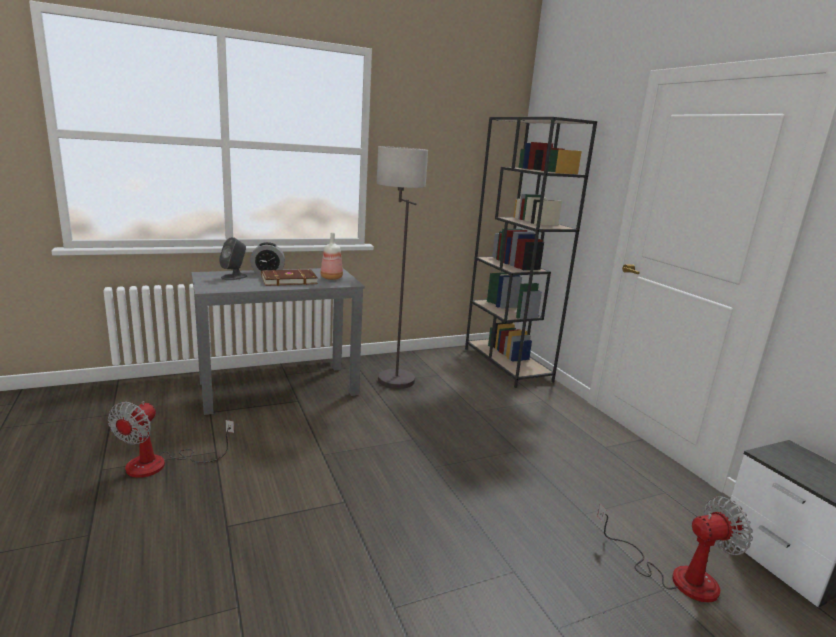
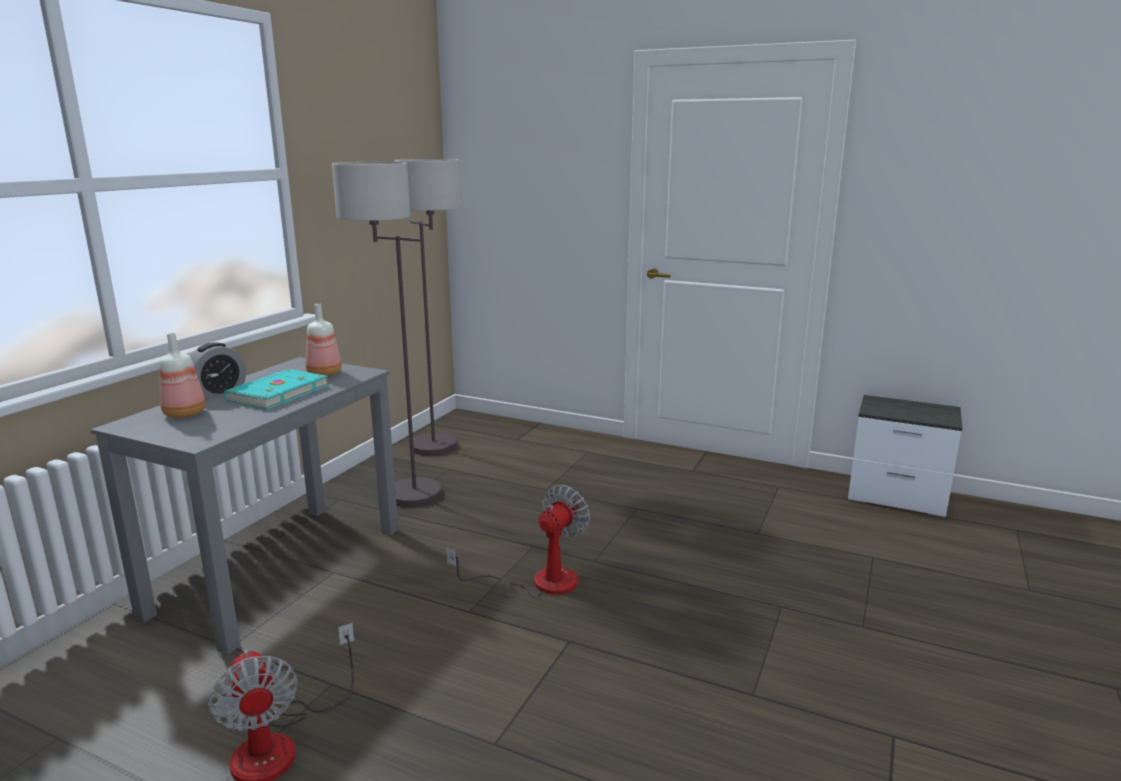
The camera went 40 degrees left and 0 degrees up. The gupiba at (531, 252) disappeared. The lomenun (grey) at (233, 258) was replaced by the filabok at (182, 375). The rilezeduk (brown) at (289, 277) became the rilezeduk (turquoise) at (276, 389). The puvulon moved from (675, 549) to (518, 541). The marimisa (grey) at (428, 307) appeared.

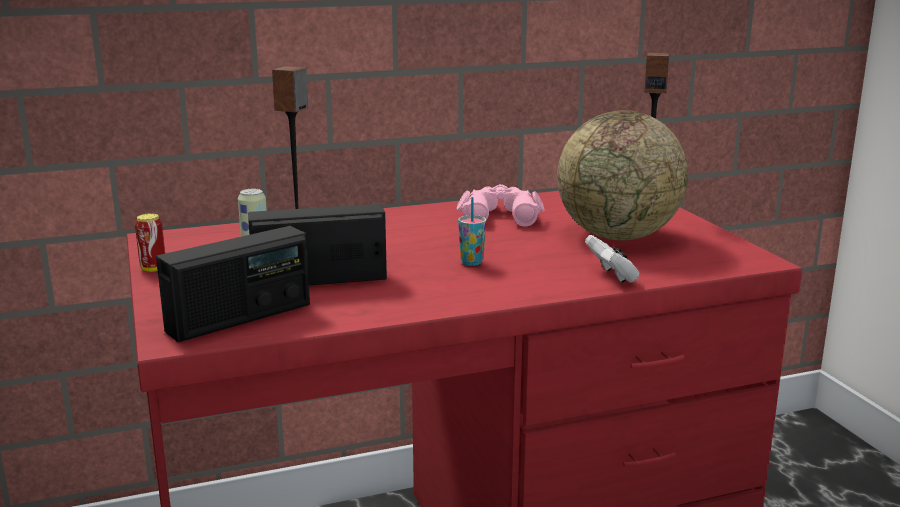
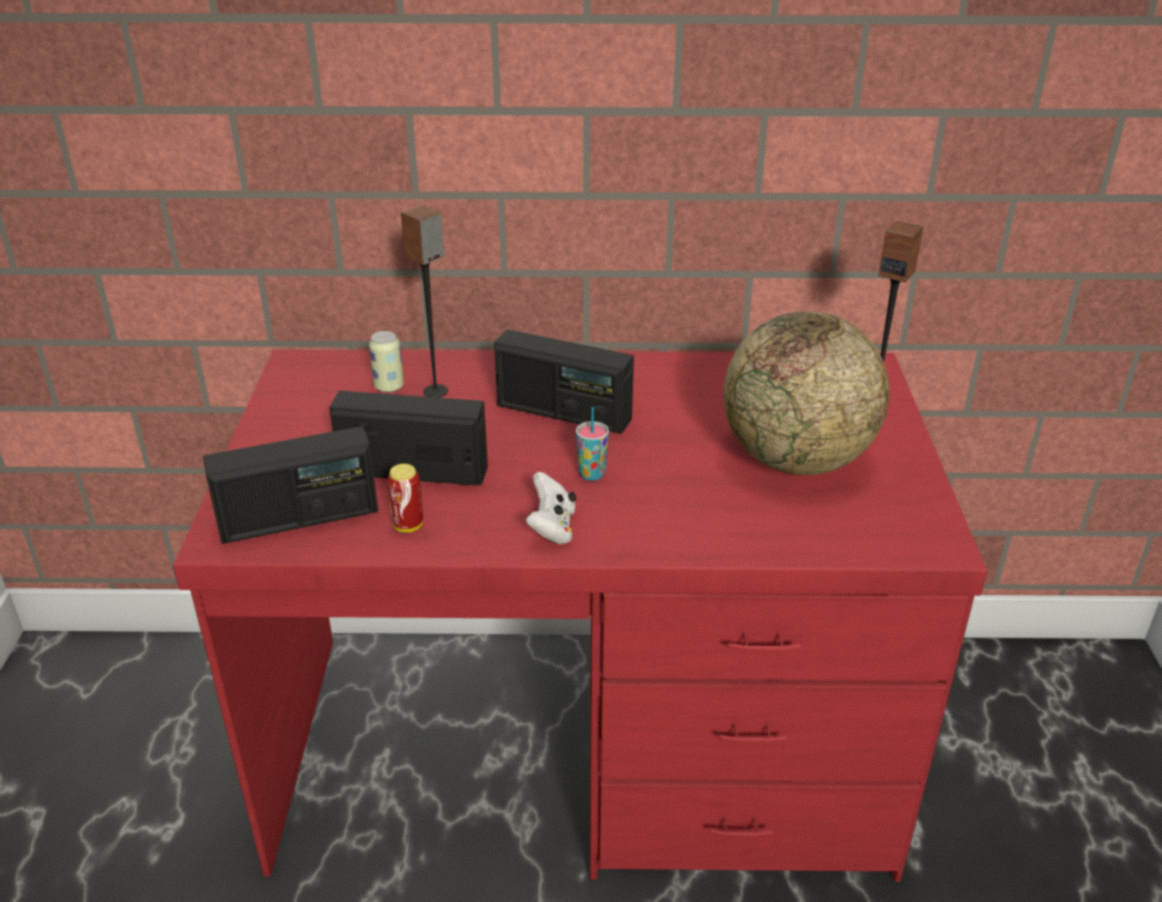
The camera went 20 degrees right and 15 degrees up. The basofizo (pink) at (500, 205) disappeared. The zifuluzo moved from (150, 242) to (405, 498). The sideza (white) moved from (612, 259) to (551, 508). The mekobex at (564, 381) appeared.

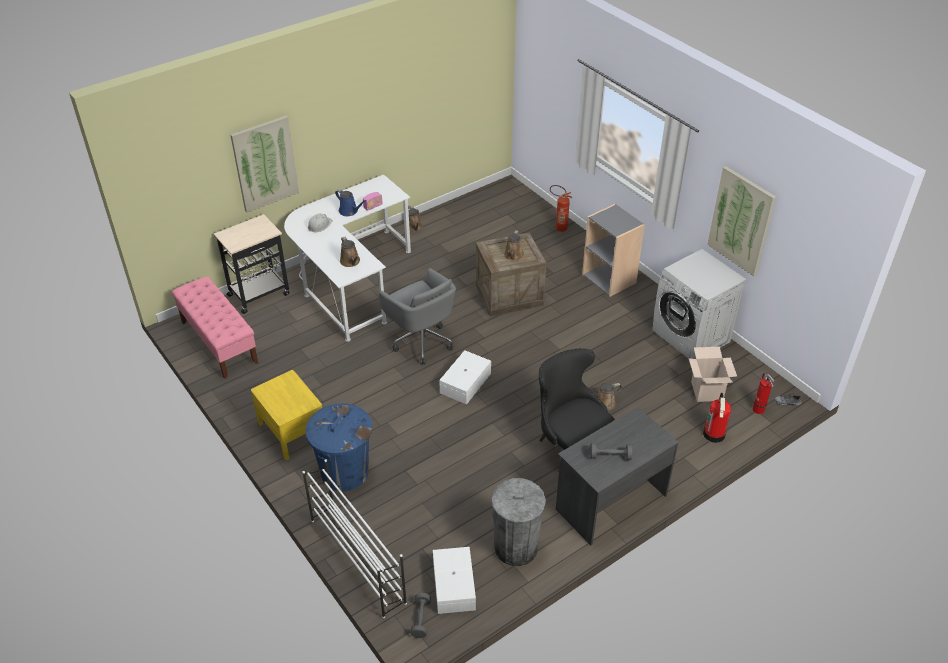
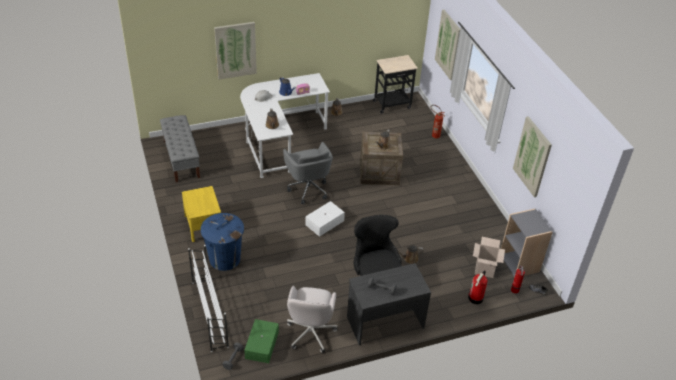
The camera went 15 degrees right and 0 degrees up. The gupiba (grey) moved from (613, 250) to (527, 242). The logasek moved from (251, 264) to (395, 84). The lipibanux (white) at (699, 304) disappeared. The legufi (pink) at (215, 327) became the legufi (grey) at (180, 148). The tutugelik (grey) at (518, 522) was replaced by the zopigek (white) at (312, 319). The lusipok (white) at (454, 580) became the lusipok (green) at (261, 341). The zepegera at (447, 45) appeared.

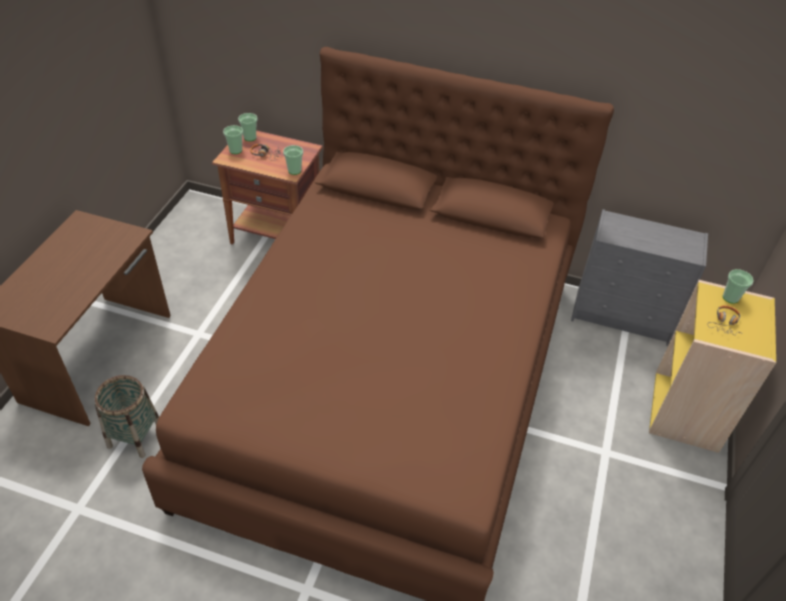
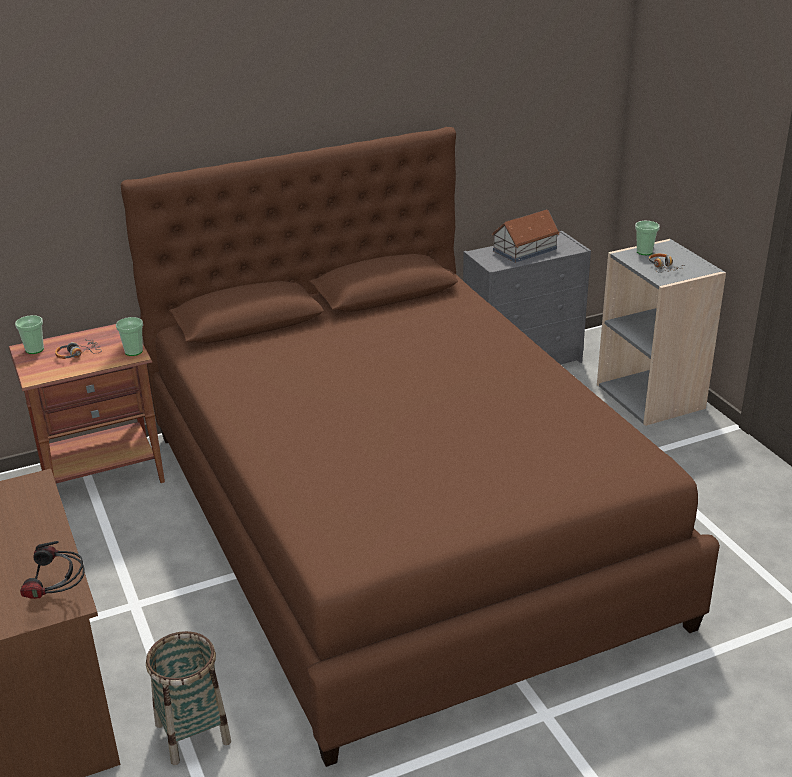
The camera went 40 degrees left and 15 degrees down. The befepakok at (233, 139) disappeared. The gupiba (yellow) at (712, 366) became the gupiba (grey) at (661, 332). The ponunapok at (525, 236) appeared. The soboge at (52, 570) appeared.

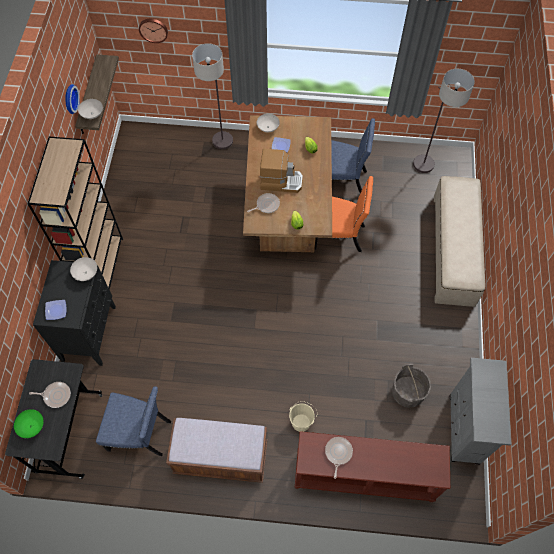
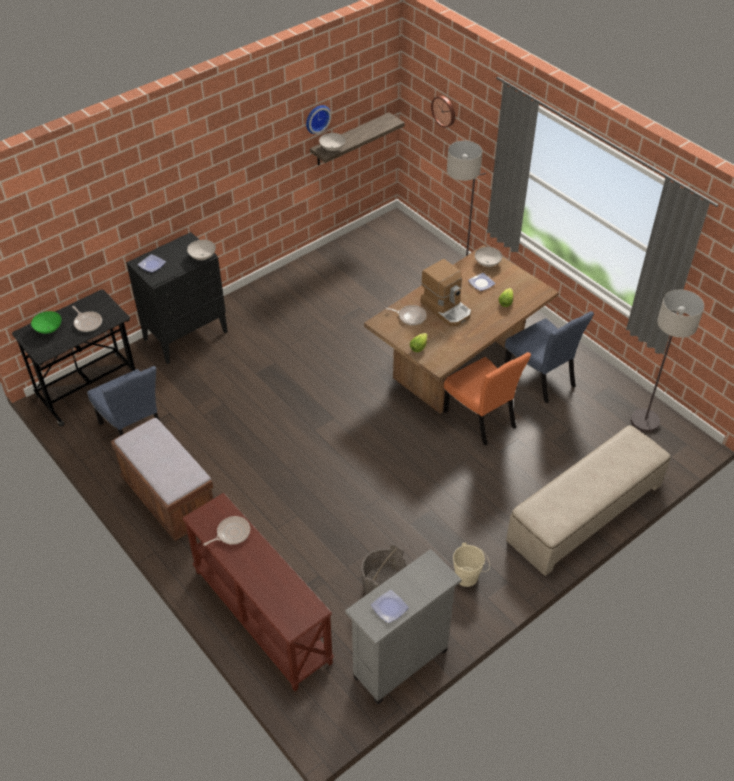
The camera went 45 degrees right and 15 degrees down. The gupiba (beige) at (75, 213) disappeared. The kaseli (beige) moved from (303, 416) to (471, 564). The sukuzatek at (390, 606) appeared.

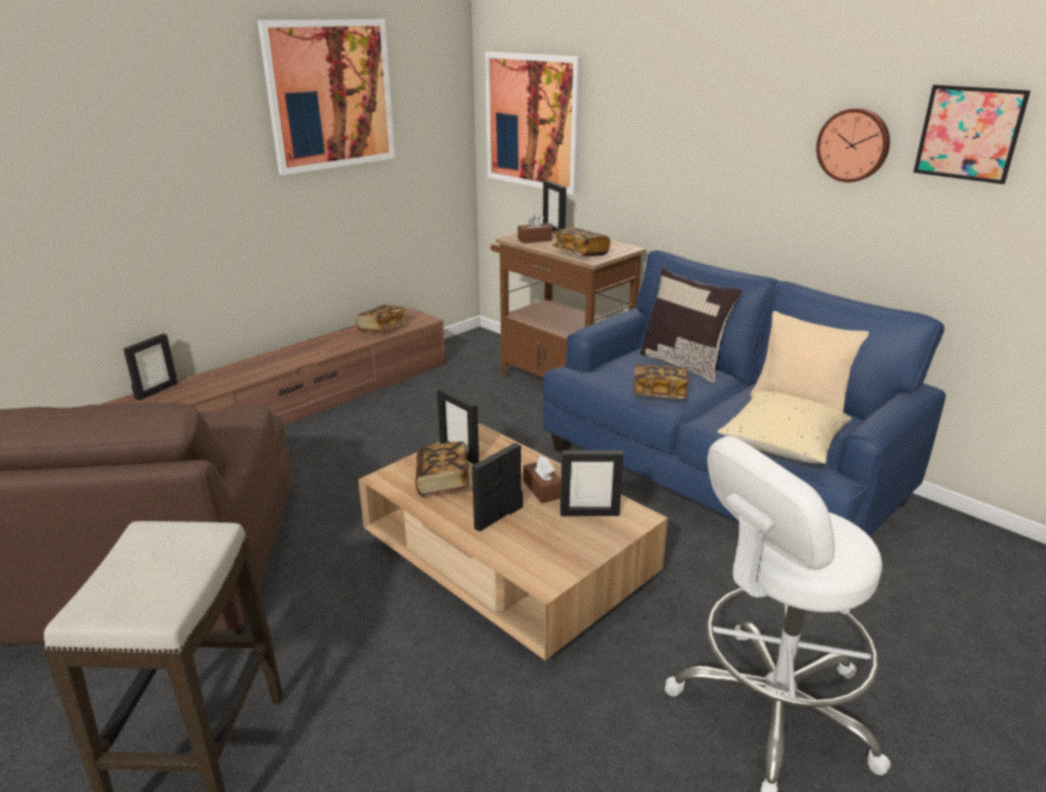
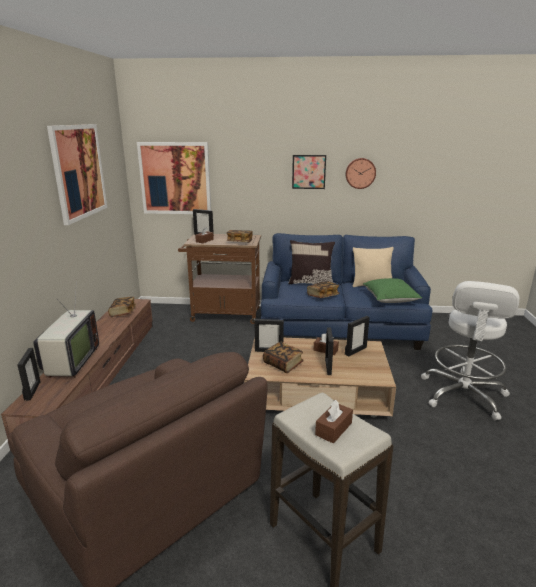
The camera went 40 degrees left and 5 degrees down. The zepegera moved from (972, 134) to (309, 172). The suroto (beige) at (784, 427) became the suroto (green) at (392, 290). The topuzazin at (66, 329) appeared. The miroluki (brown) at (334, 421) appeared.

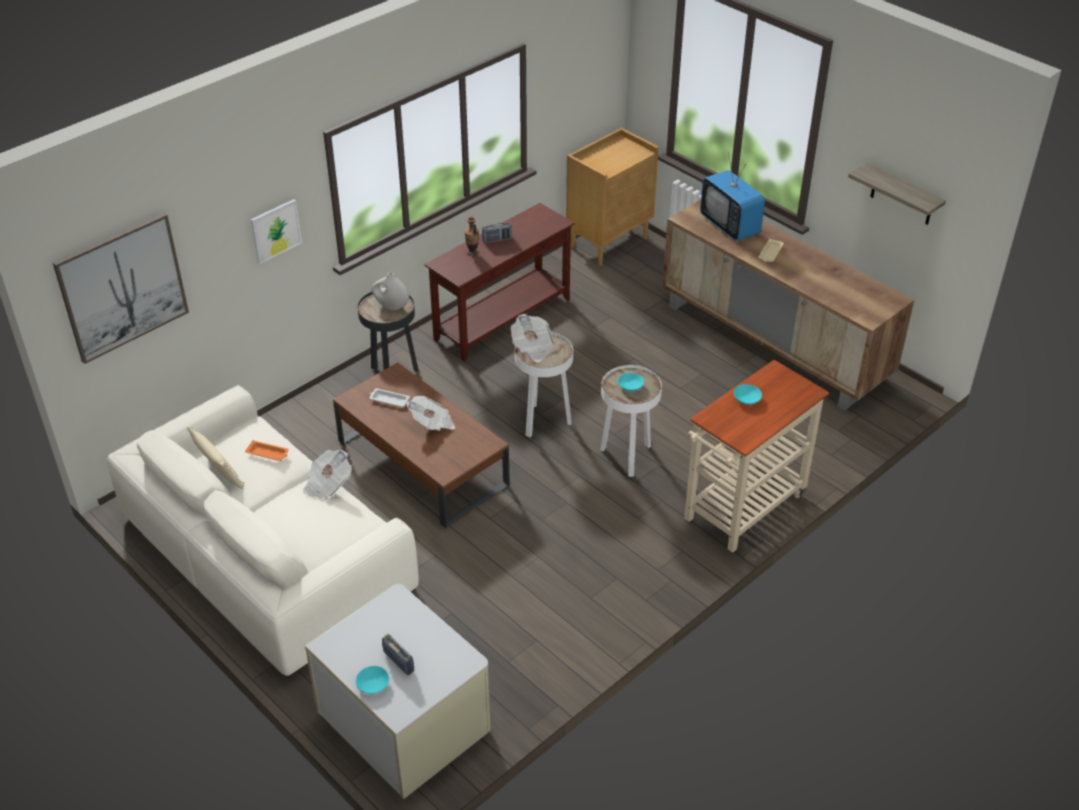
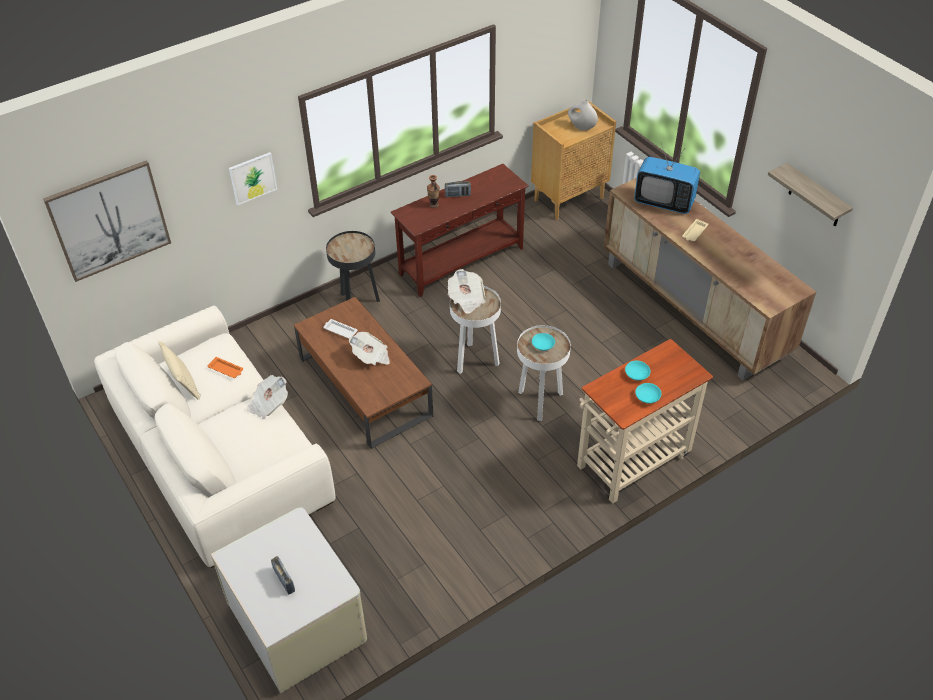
The camera went 10 degrees right and 5 degrees up. The topuzazin at (732, 196) turned 45 degrees counterclockwise. The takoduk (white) moved from (390, 291) to (583, 115). The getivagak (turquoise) moved from (372, 680) to (648, 393).

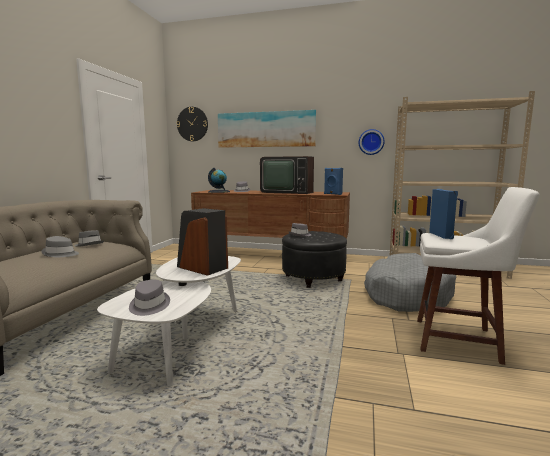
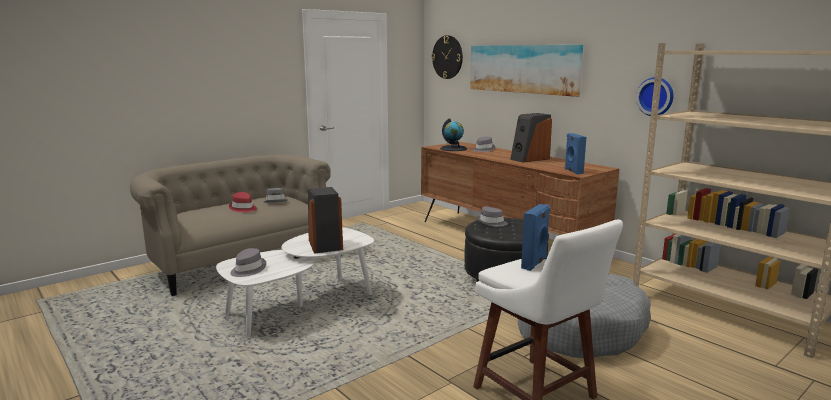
The camera went 35 degrees right and 5 degrees up. The topuzazin at (287, 175) was replaced by the lomenun at (531, 138). The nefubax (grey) at (60, 246) became the nefubax (red) at (243, 202).

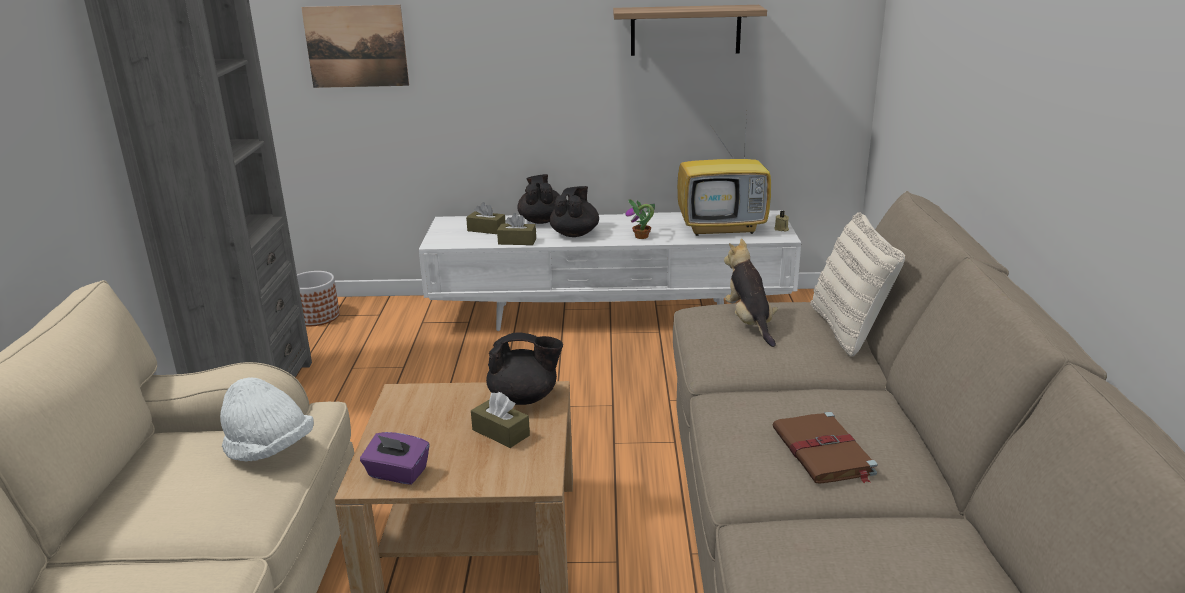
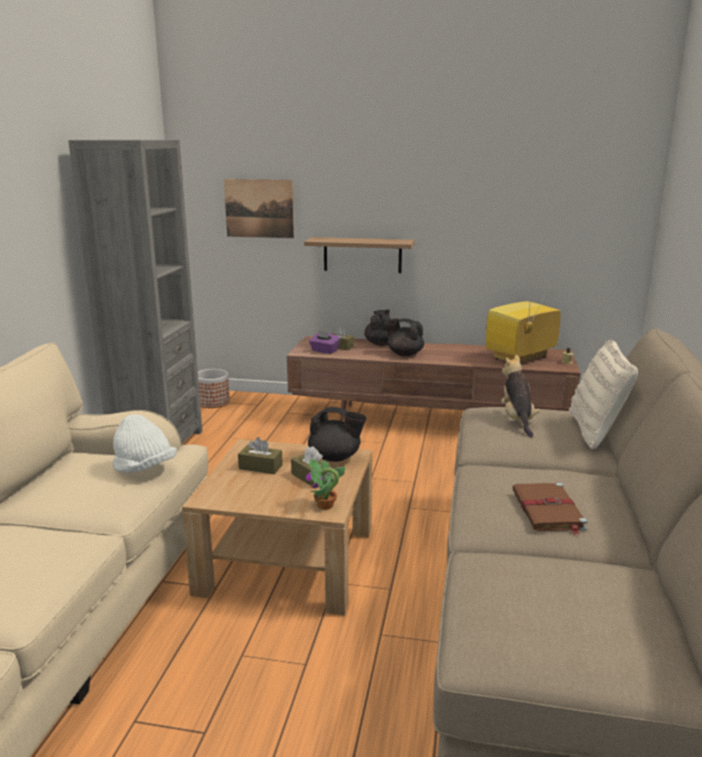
The camera went 10 degrees right and 5 degrees down. The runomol moved from (690, 30) to (359, 255). The topuzazin at (724, 176) turned 135 degrees clockwise. The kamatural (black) at (574, 211) turned 90 degrees counterclockwise. The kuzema moved from (640, 219) to (325, 484). The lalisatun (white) at (610, 270) became the lalisatun (brown) at (433, 379). The miroluki (brown) moved from (516, 229) to (260, 455). The miroluki (purple) moved from (394, 458) to (324, 342).

